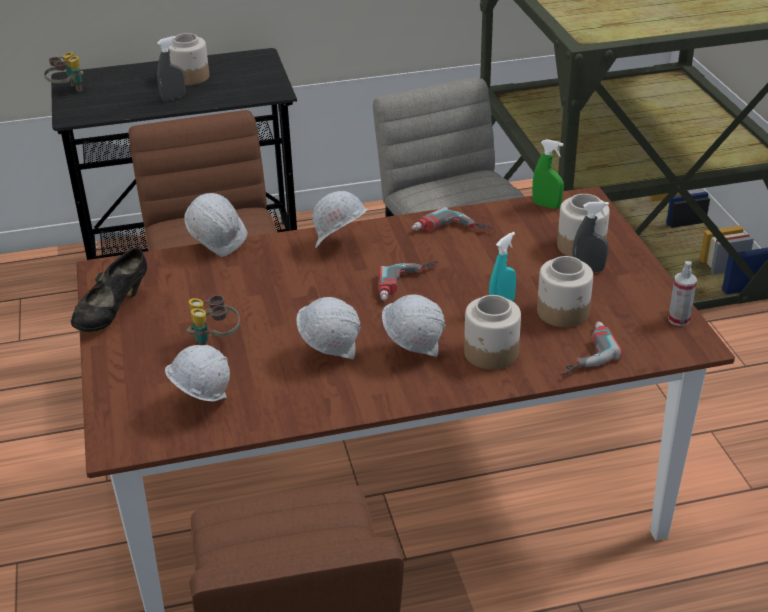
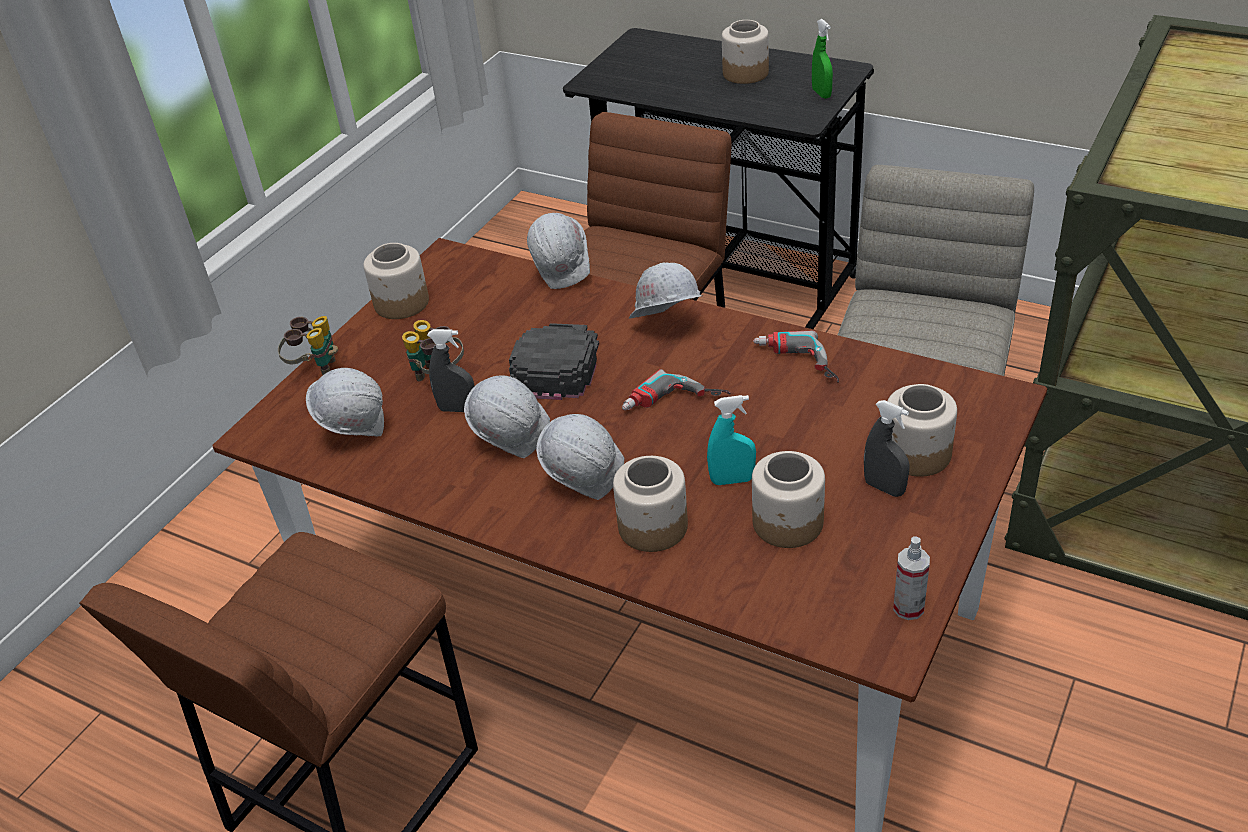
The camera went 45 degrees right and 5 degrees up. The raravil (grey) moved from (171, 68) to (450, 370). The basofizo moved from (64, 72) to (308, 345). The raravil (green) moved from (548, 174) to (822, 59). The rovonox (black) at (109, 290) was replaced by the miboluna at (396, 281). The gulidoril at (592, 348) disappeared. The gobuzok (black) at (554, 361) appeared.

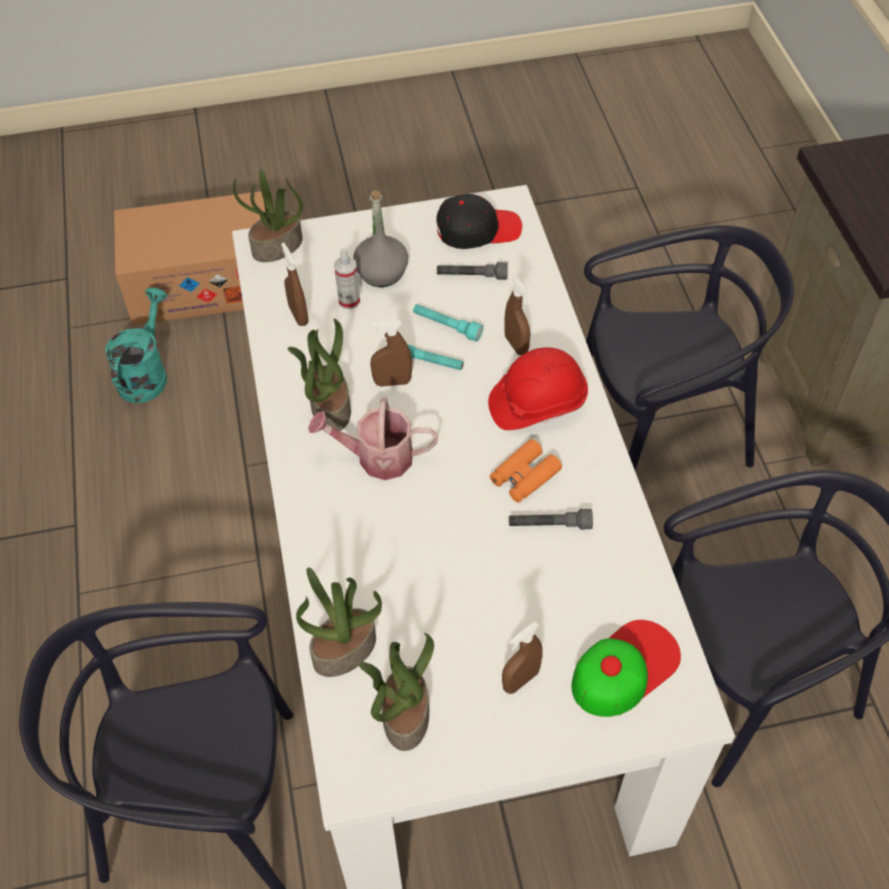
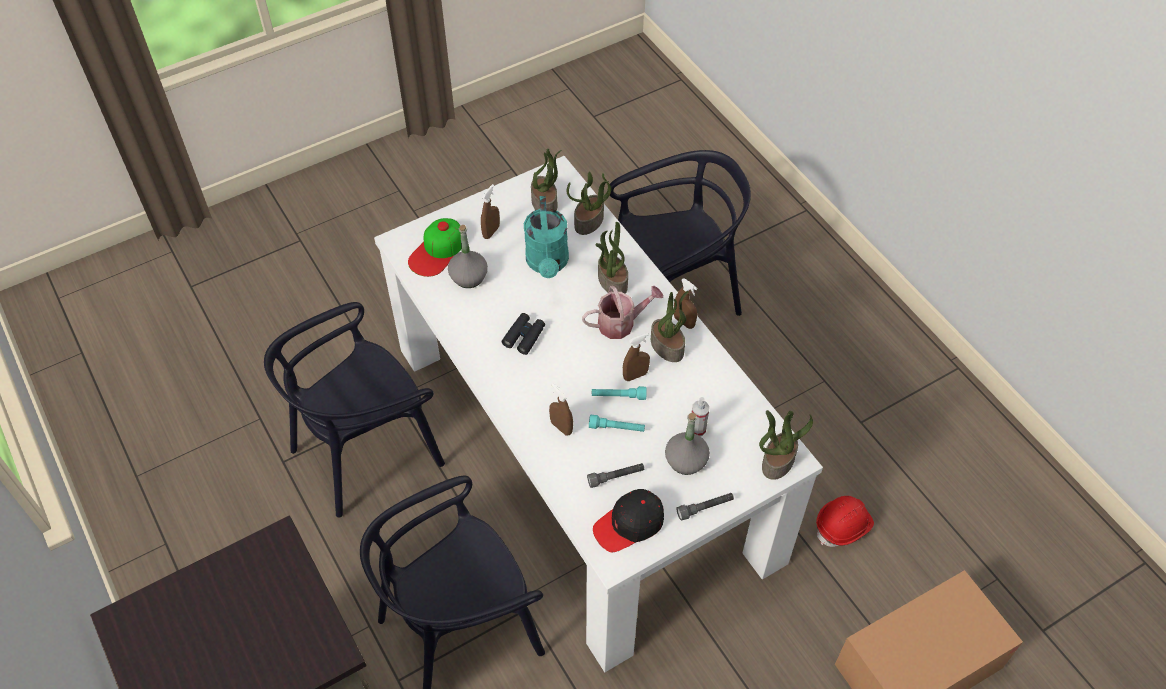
The camera went 160 degrees right and 0 degrees up. The raravil (brown) moved from (295, 284) to (686, 303). The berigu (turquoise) moved from (136, 345) to (546, 237). The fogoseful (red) moved from (538, 388) to (845, 521). The basofizo (orange) at (526, 471) became the basofizo (black) at (523, 334). The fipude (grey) moved from (551, 519) to (705, 507). The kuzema at (612, 258) appeared. The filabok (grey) at (468, 256) appeared.

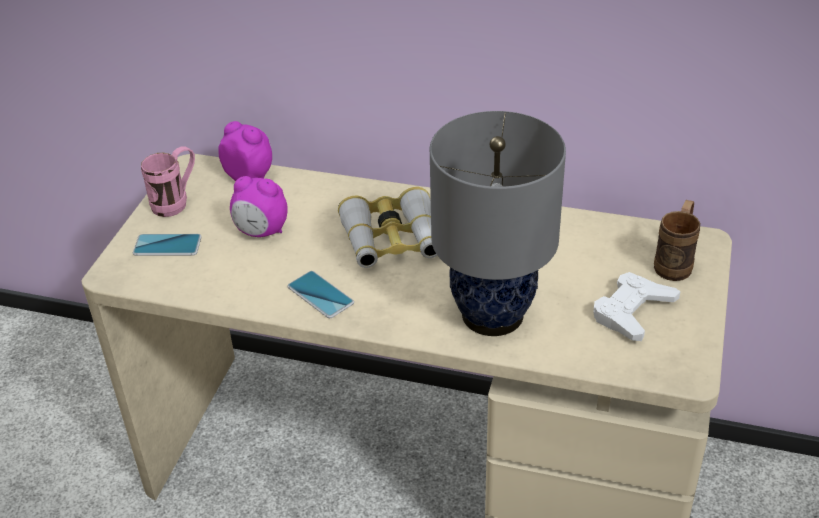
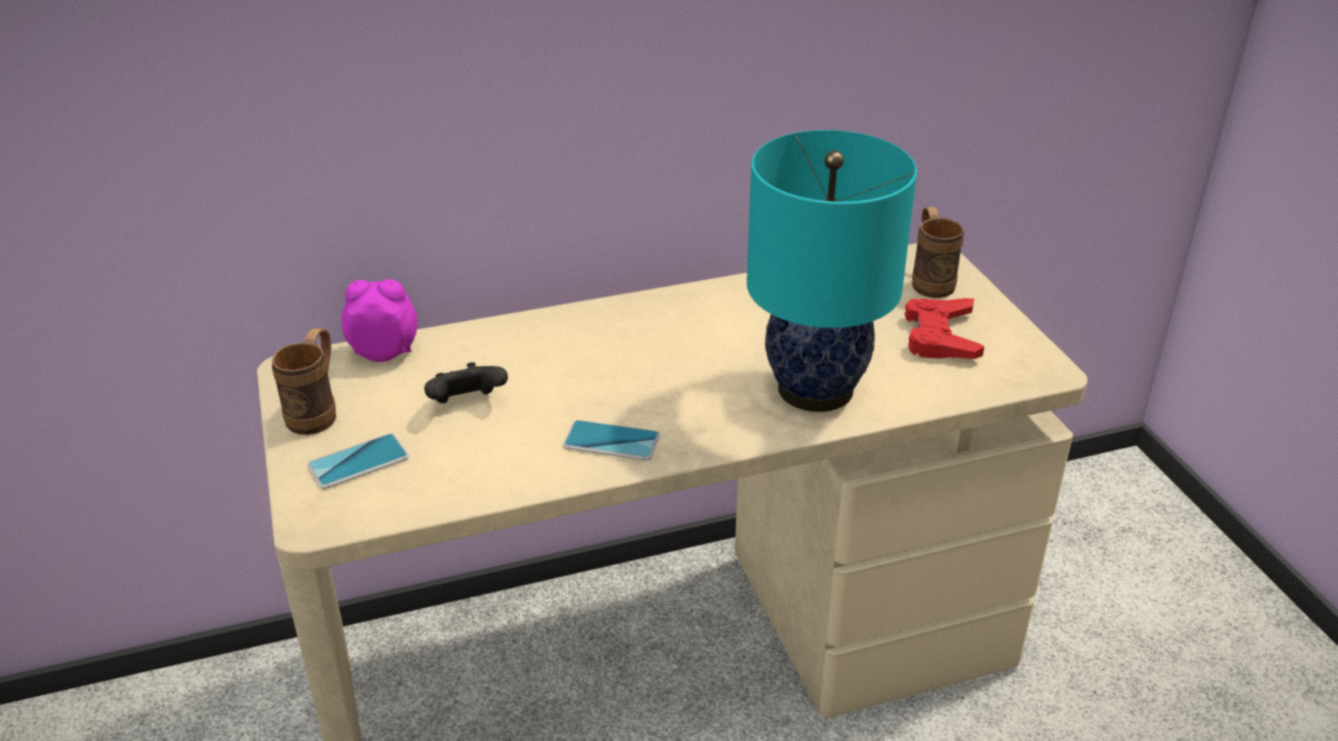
The camera went 35 degrees left and 5 degrees down. The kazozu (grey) at (498, 223) became the kazozu (turquoise) at (832, 271). The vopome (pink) at (168, 181) became the vopome (brown) at (304, 381). The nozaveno at (259, 206) was replaced by the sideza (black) at (466, 382). The basofizo at (387, 227) disappeared. The sideza (white) at (637, 306) became the sideza (red) at (944, 328).

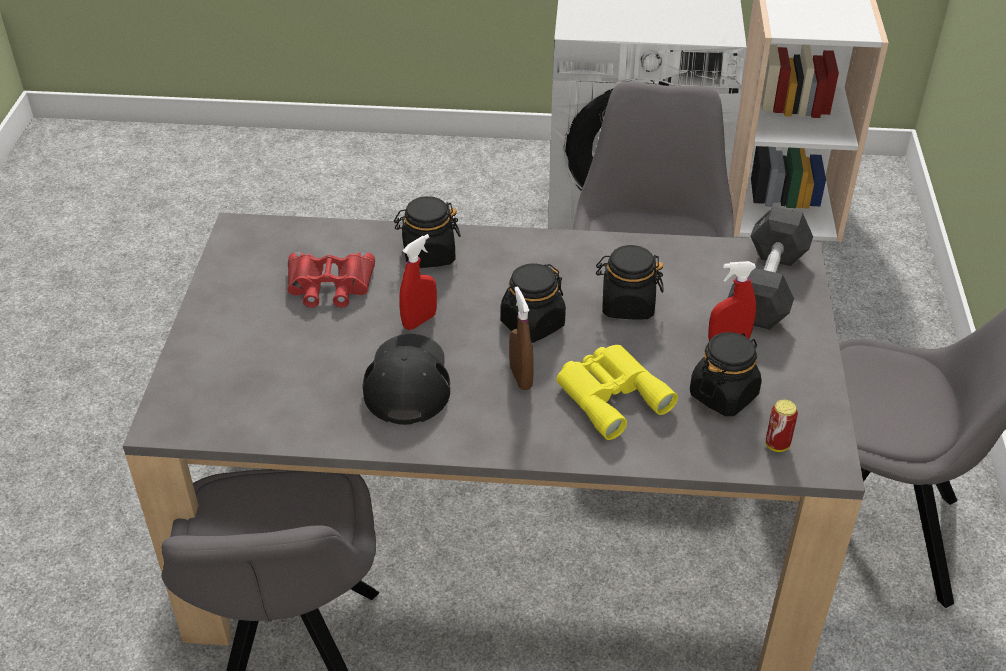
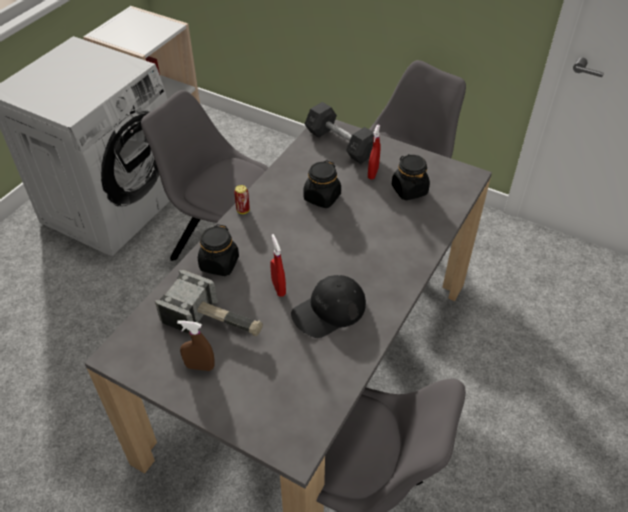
The camera went 65 degrees left and 5 degrees up. The basofizo (red) at (331, 280) was replaced by the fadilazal at (209, 303). The miboluna (black) at (533, 303) disappeared. The raravil (brown) moved from (521, 338) to (196, 345). The gobuzok (black) at (406, 379) turned 60 degrees counterclockwise. The basofizo (yellow) at (617, 392) disappeared. The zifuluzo moved from (781, 426) to (242, 199).

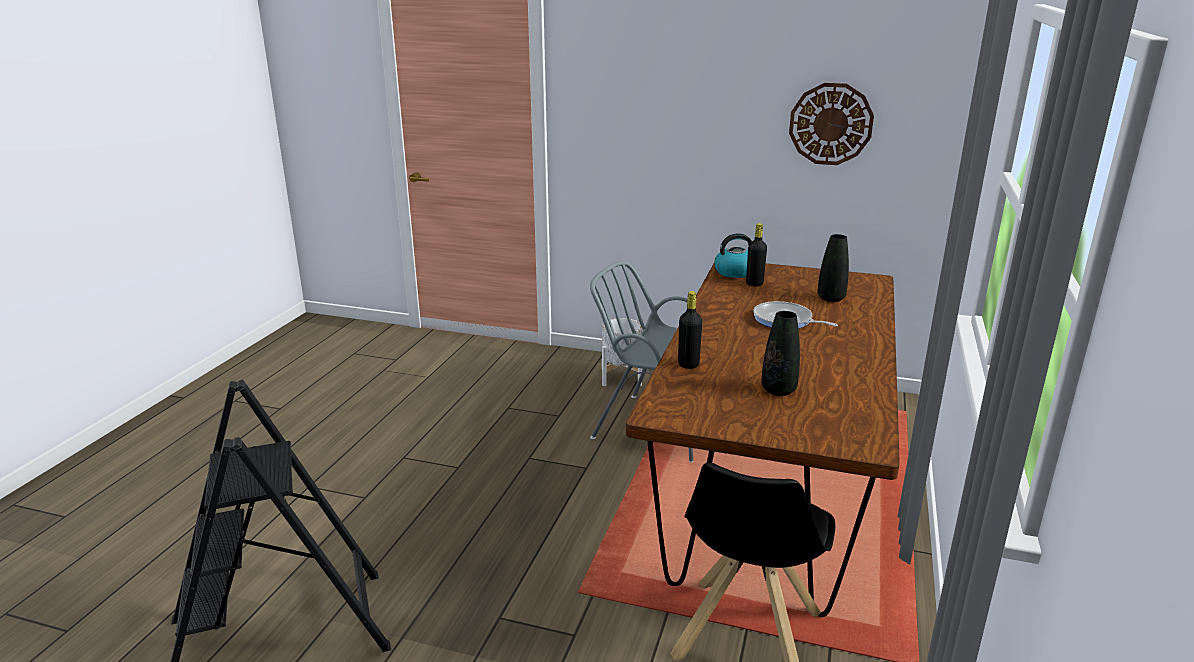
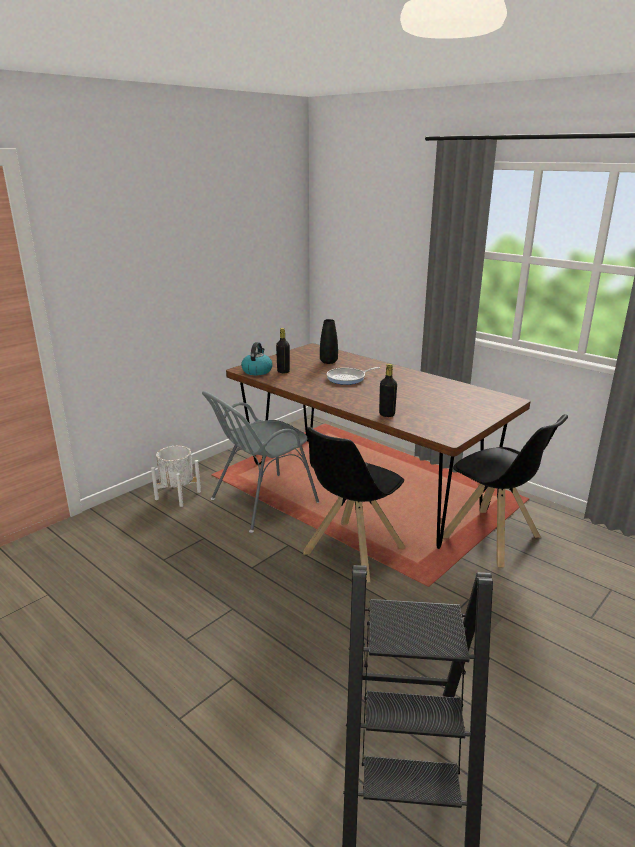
The camera went 65 degrees left and 0 degrees up. The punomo at (831, 124) disappeared. The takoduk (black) at (780, 353) disappeared. The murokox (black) at (354, 505) appeared.

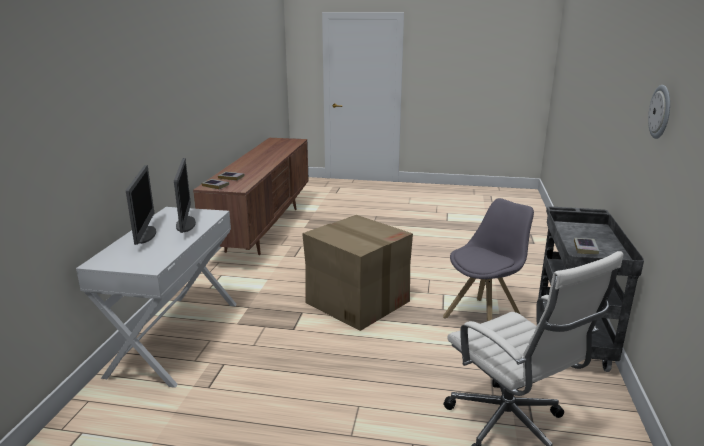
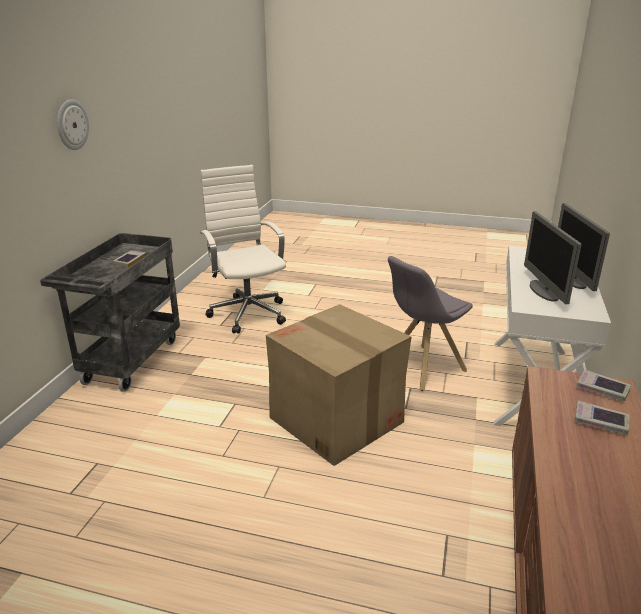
The camera went 175 degrees left and 5 degrees up. The murokox (grey) moved from (488, 259) to (430, 323).

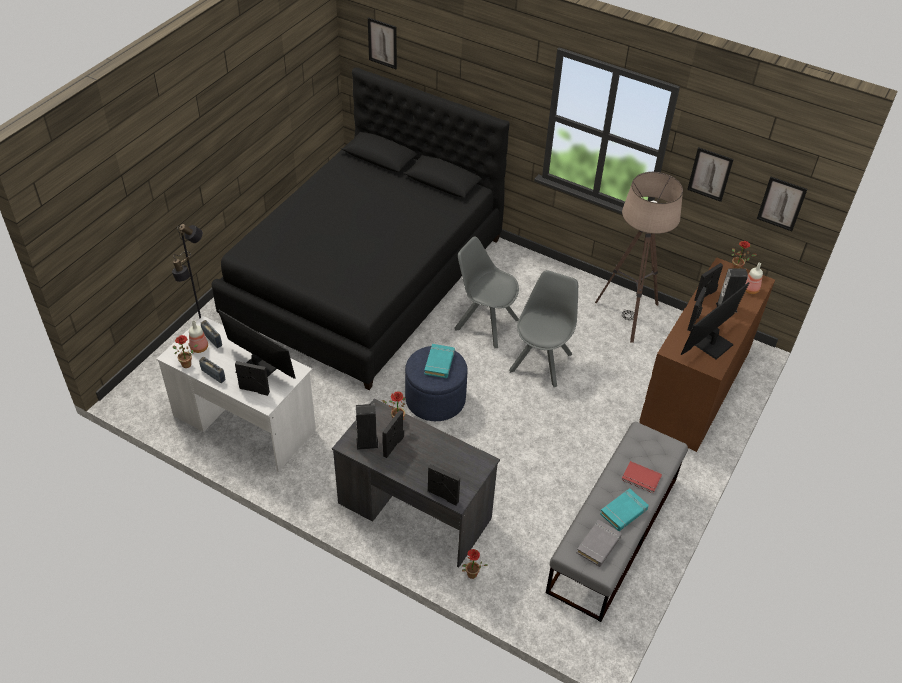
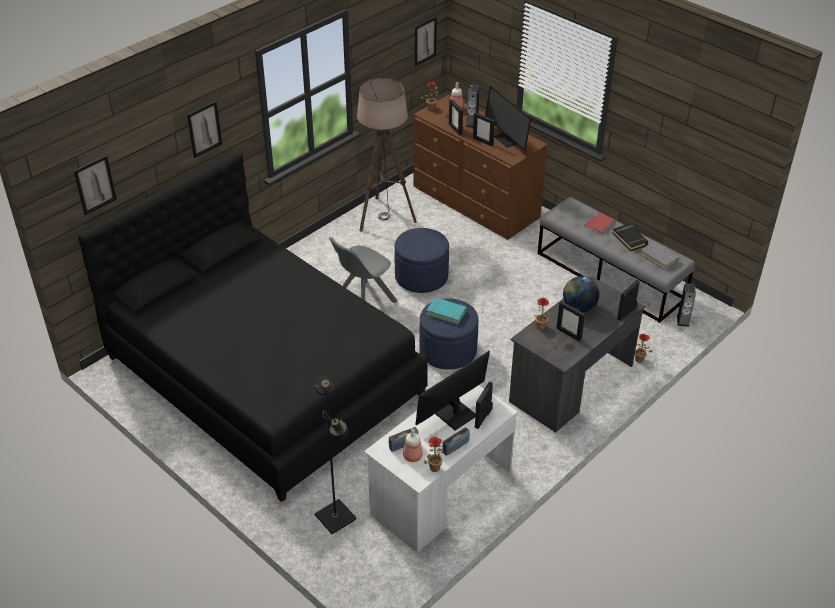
The camera went 75 degrees left and 5 degrees down. The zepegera moved from (710, 174) to (204, 129). The murokox (grey) at (543, 328) was replaced by the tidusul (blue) at (422, 260). The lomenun moved from (367, 427) to (686, 305). The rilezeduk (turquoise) at (624, 509) became the rilezeduk (black) at (630, 237). The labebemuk at (581, 294) appeared.

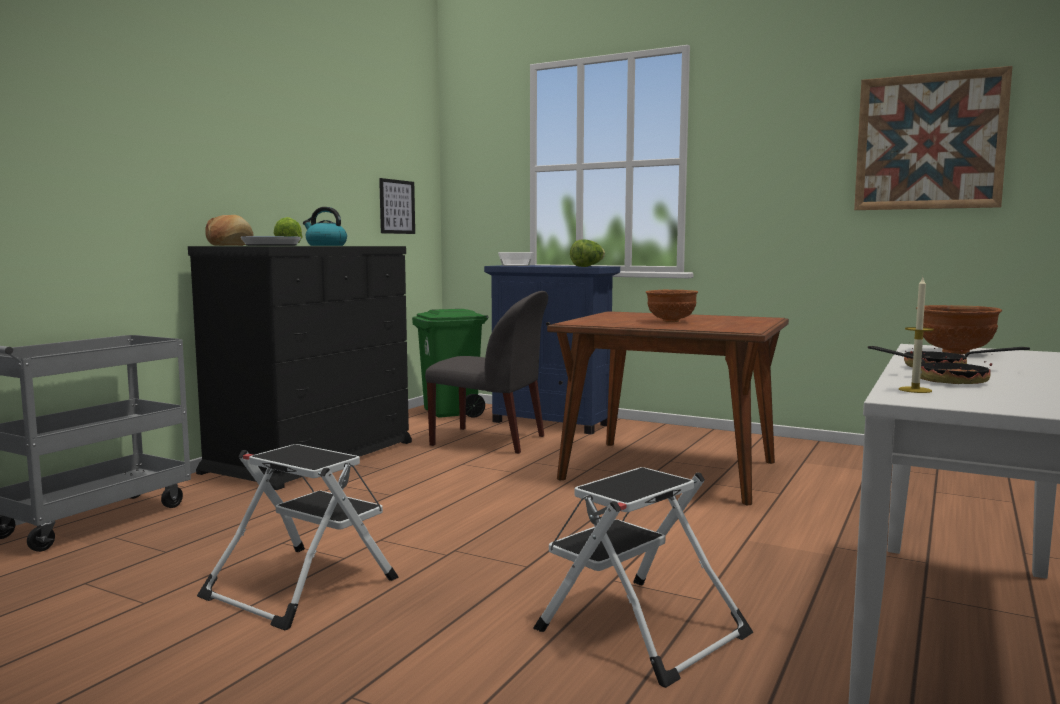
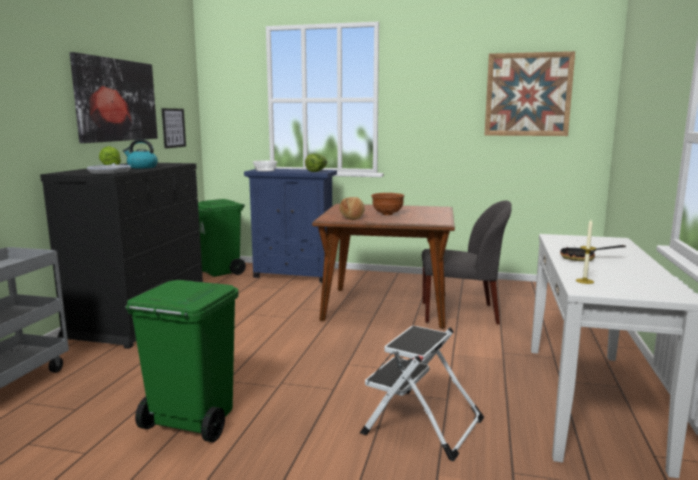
The camera went 15 degrees left and 5 degrees up. The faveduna moved from (229, 230) to (352, 208). The murokox (grey) moved from (486, 372) to (467, 262). The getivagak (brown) at (959, 329) disappeared. The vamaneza at (930, 365) disappeared. The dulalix at (298, 537) was replaced by the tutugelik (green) at (182, 361). The zepegera at (114, 97) appeared.

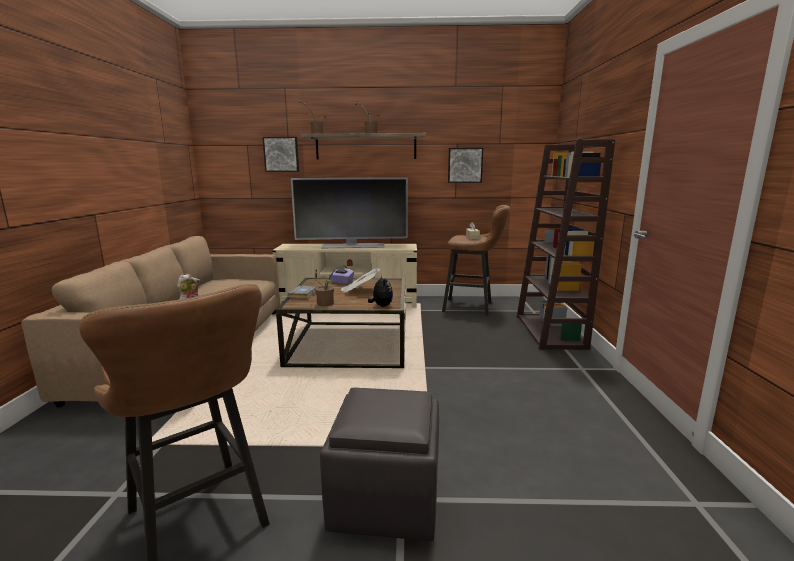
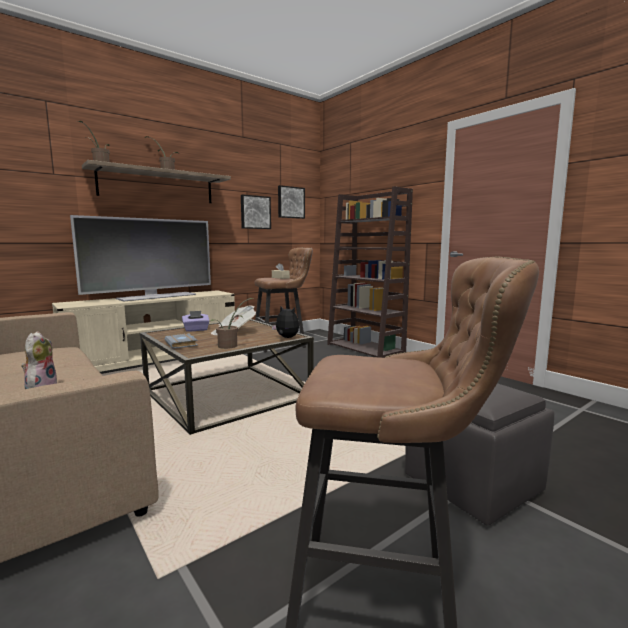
The camera went 40 degrees left and 5 degrees down. The zepegera moved from (280, 154) to (291, 202).

